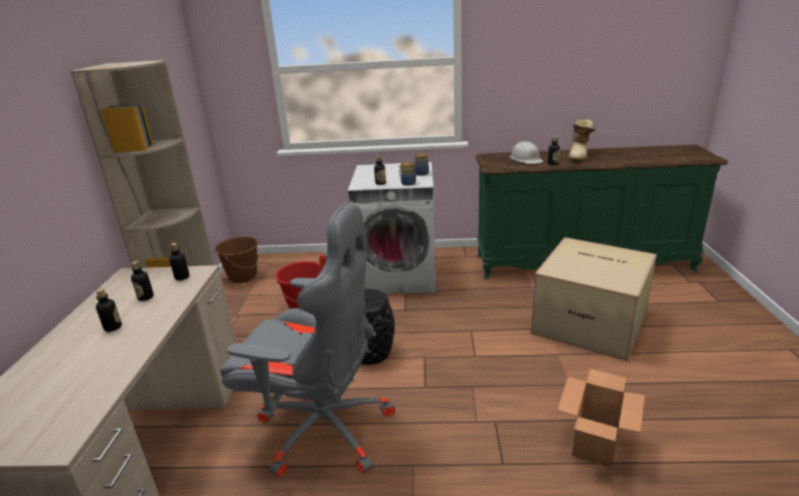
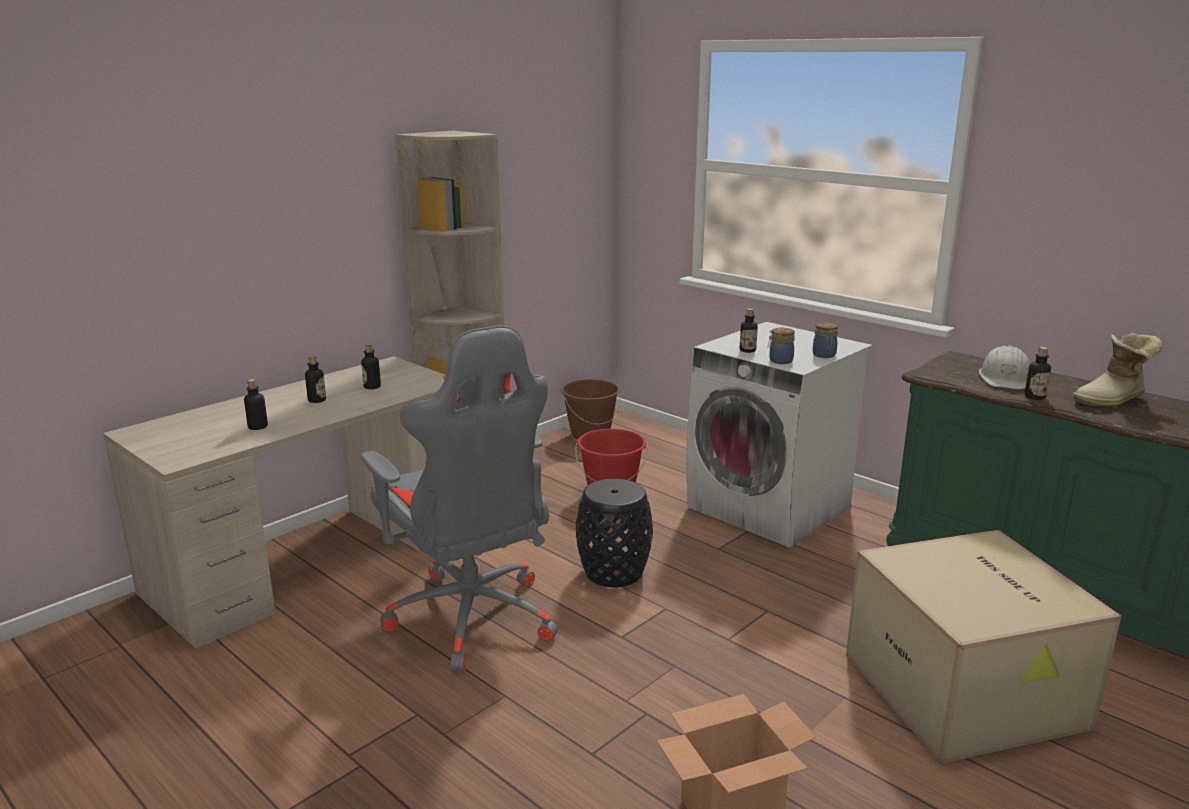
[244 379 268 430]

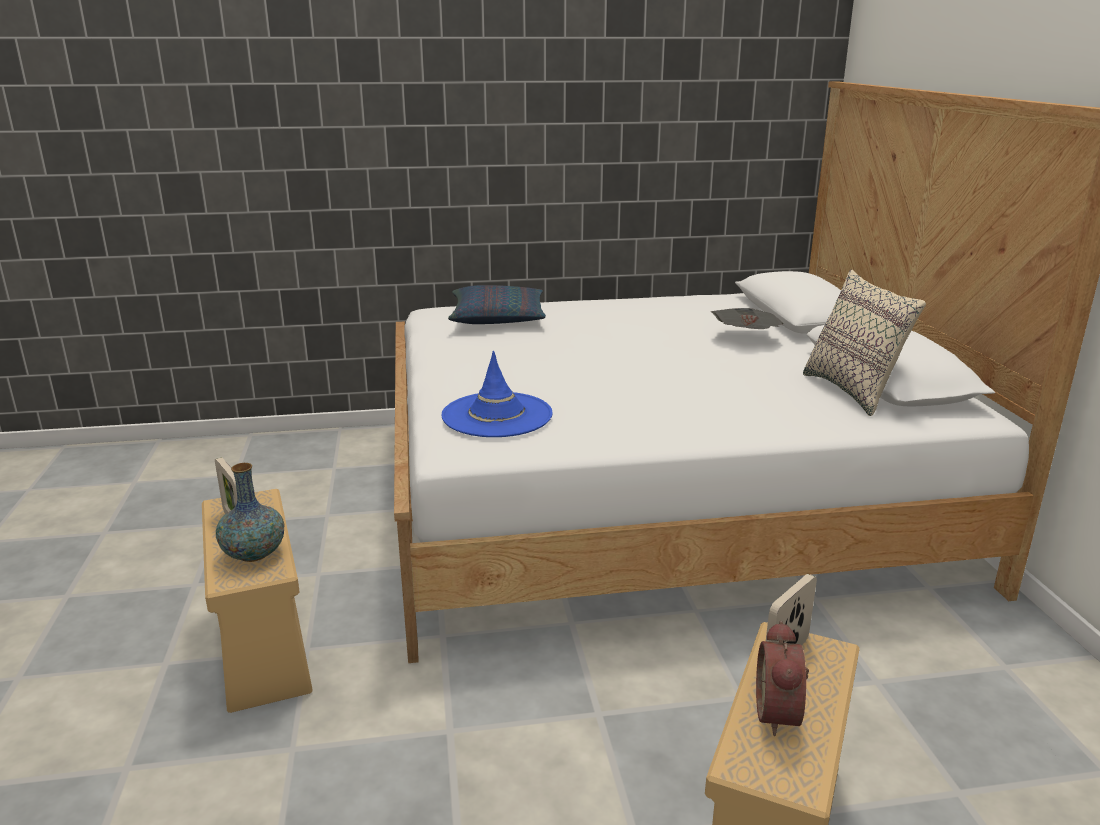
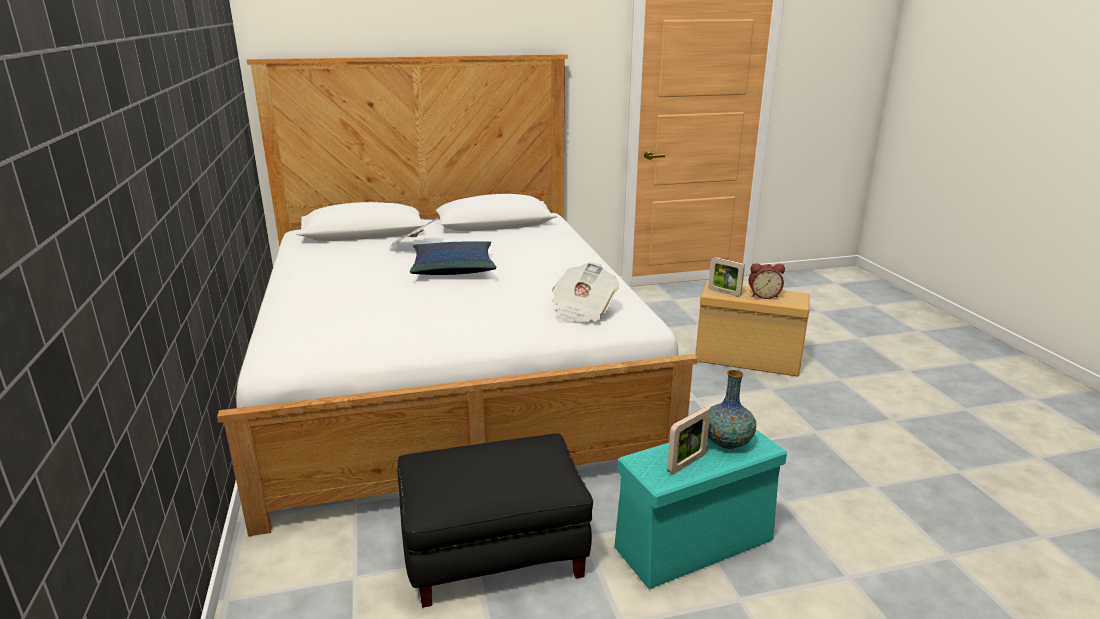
[398 434 593 608]
[410 241 496 275]
[552 263 619 323]
[614 429 787 589]
[803 270 926 416] (first image)

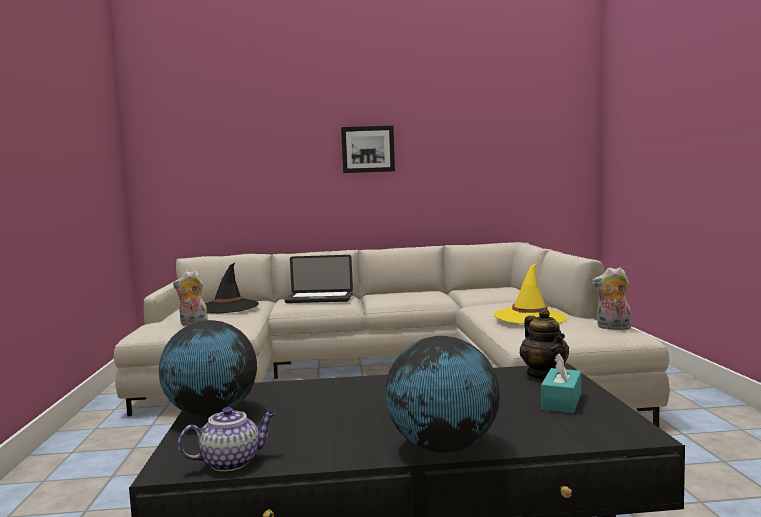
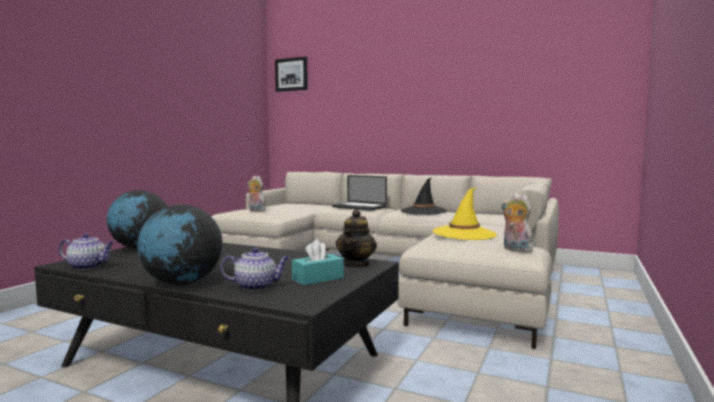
[220 247 290 291]
[275 57 308 92]
[401 178 447 215]

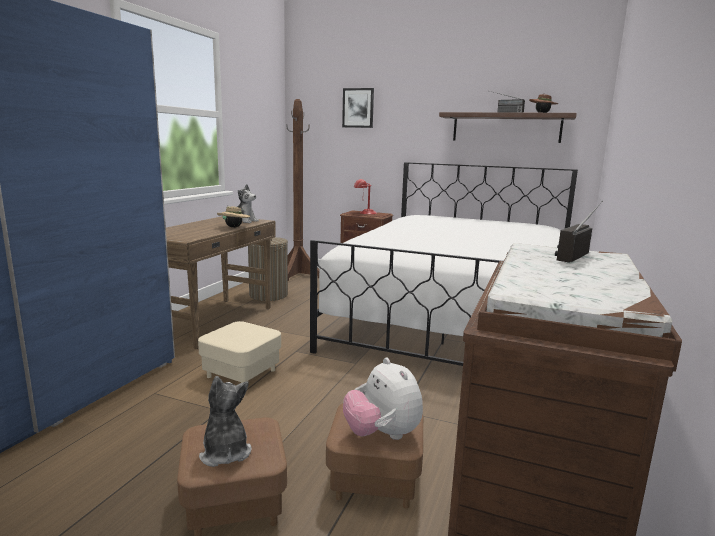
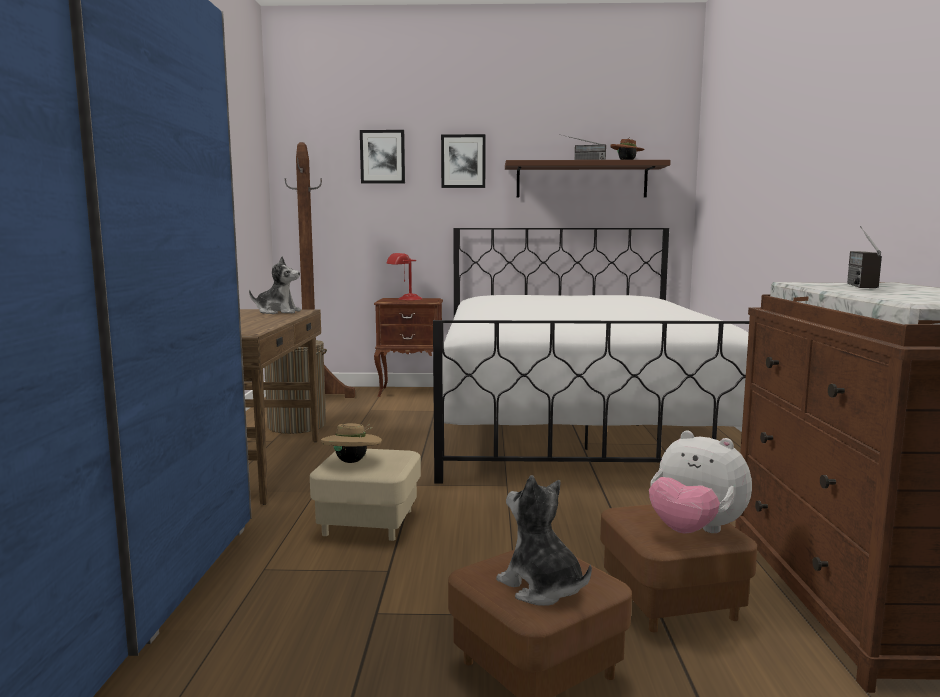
[321 423 382 463]
[441 134 486 188]

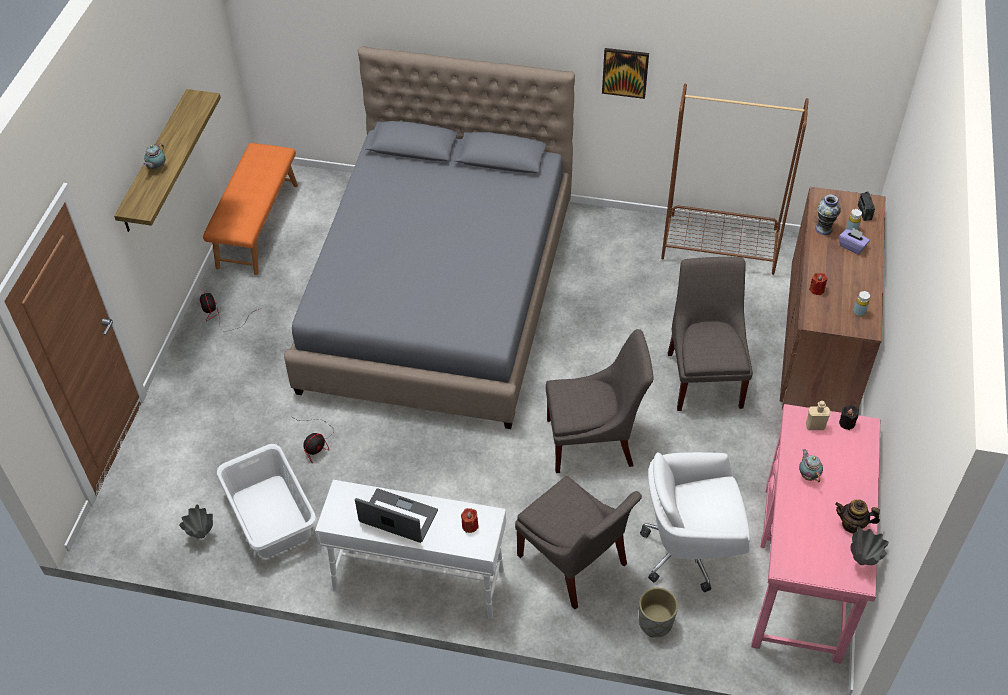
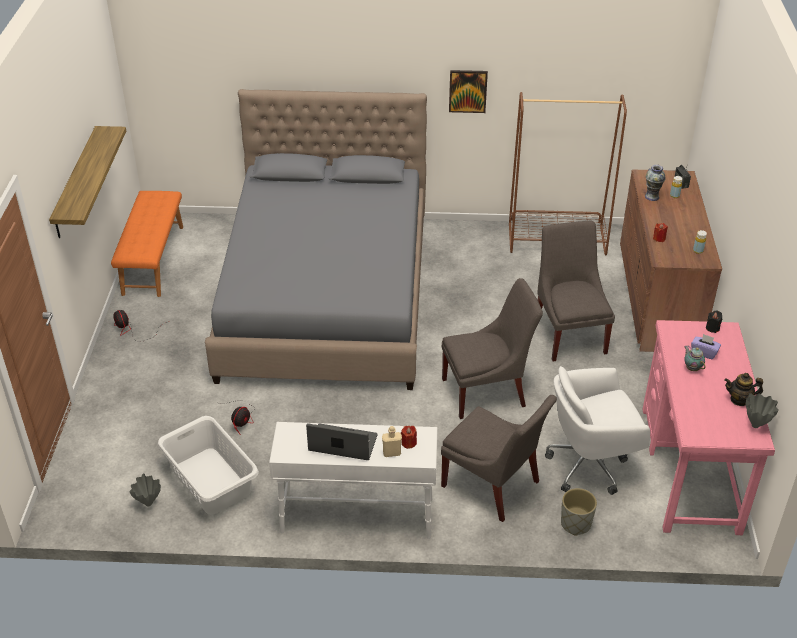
[382 426 402 457]
[691 334 721 360]
[143 143 166 170] (first image)

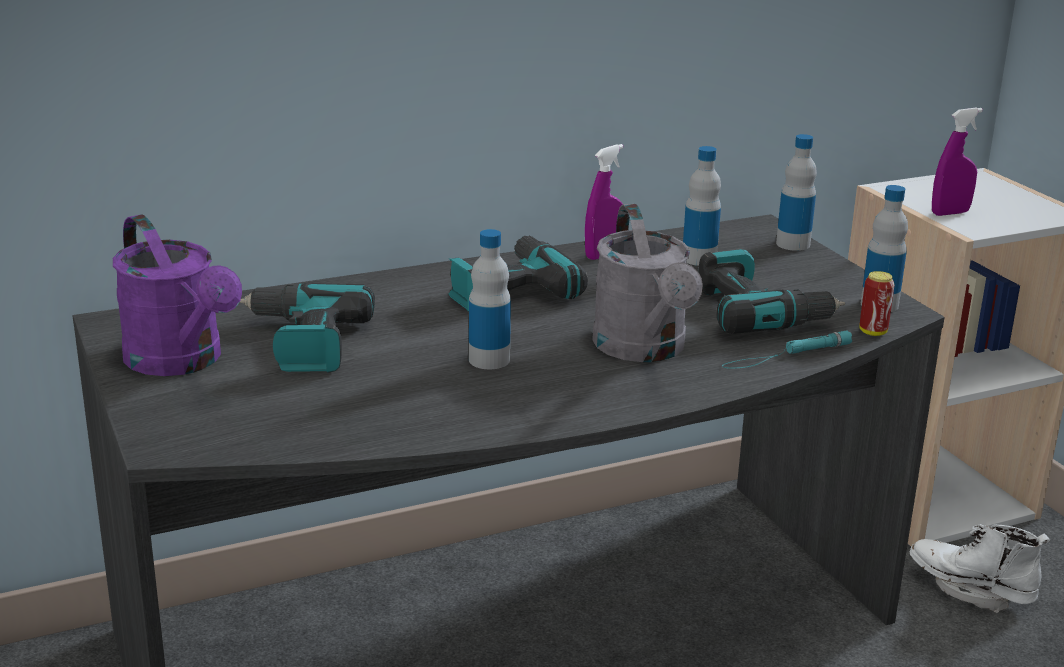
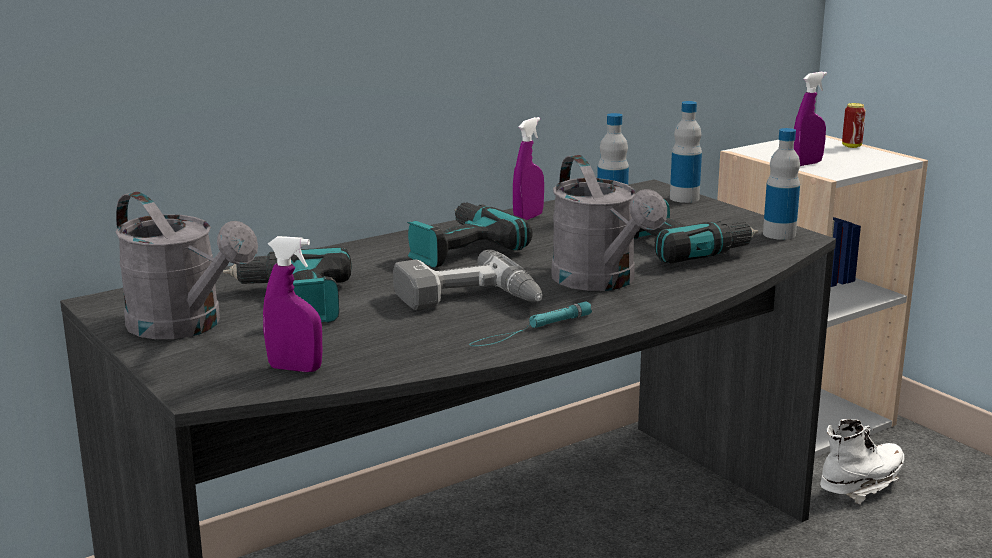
[115 192 258 339]
[263 236 322 372]
[393 250 542 310]
[469 301 592 346]
[820 419 905 505]
[842 103 866 148]

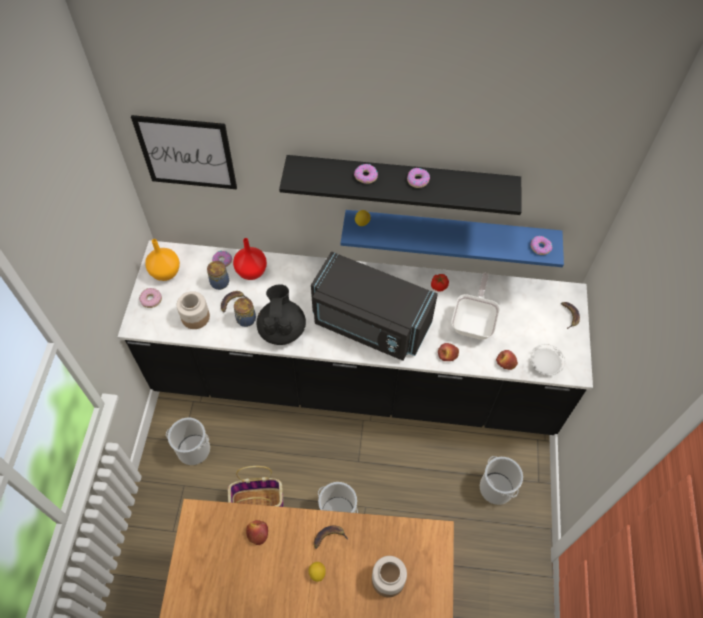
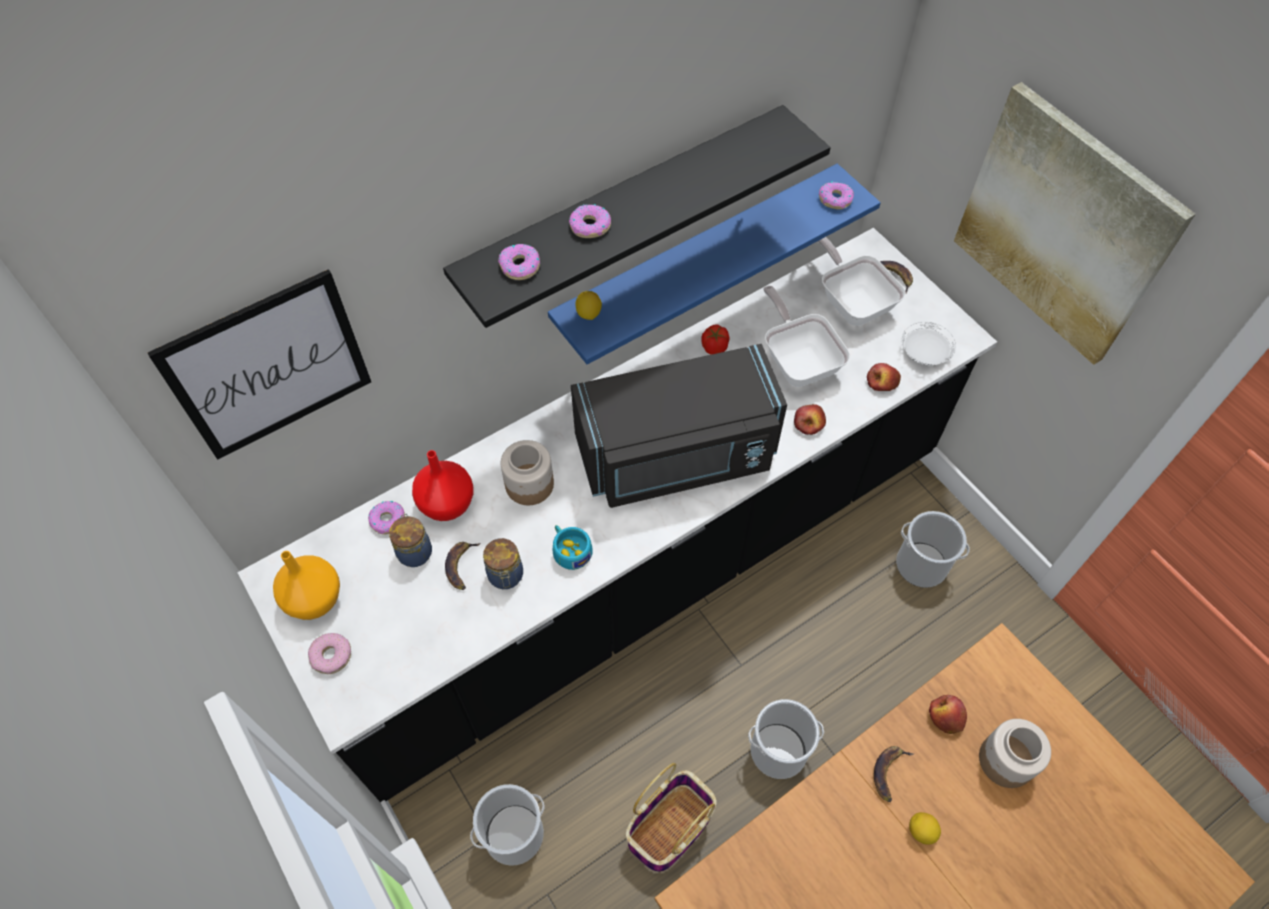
[498 244 540 280]
[501 440 554 505]
[553 525 593 570]
[817 237 906 326]
[929 695 967 734]
[954 82 1196 365]

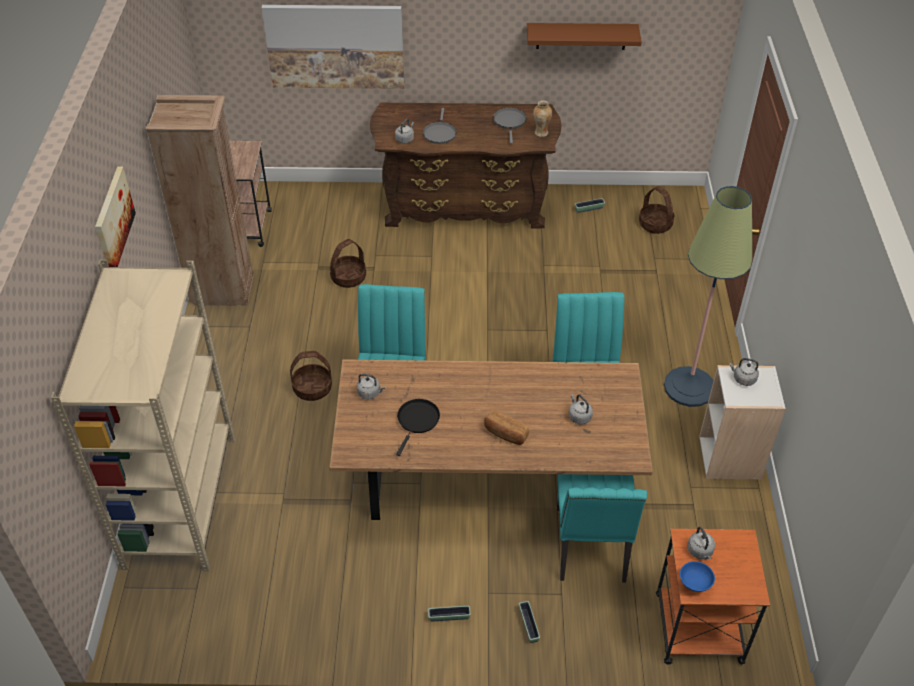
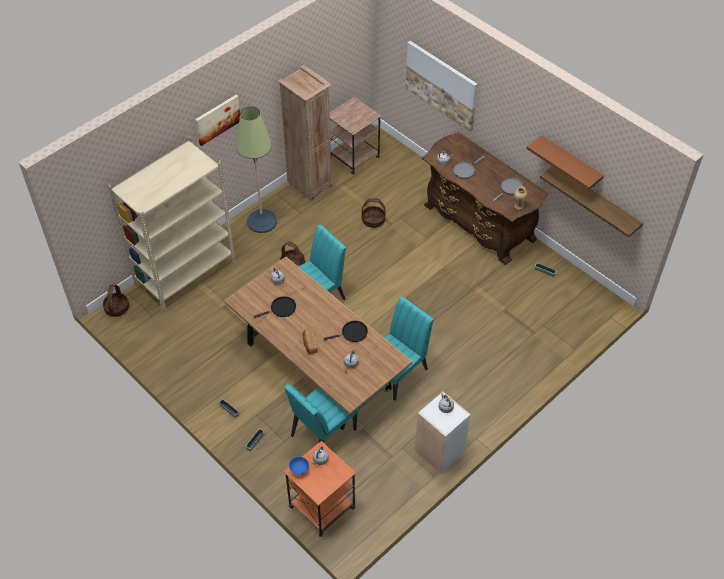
[103 284 129 317]
[236 106 277 233]
[324 321 368 342]
[540 166 643 237]

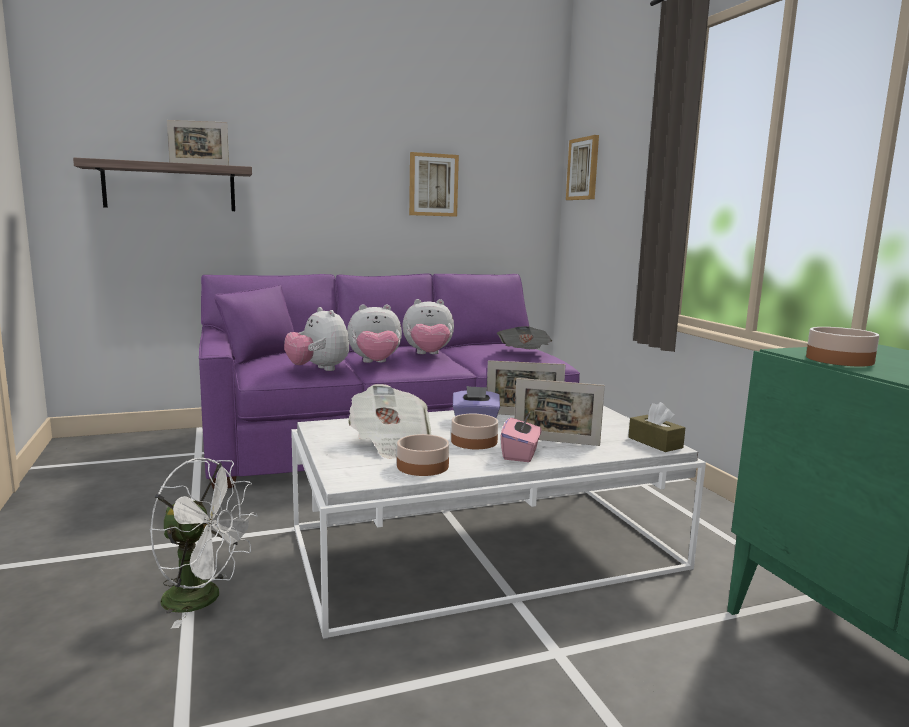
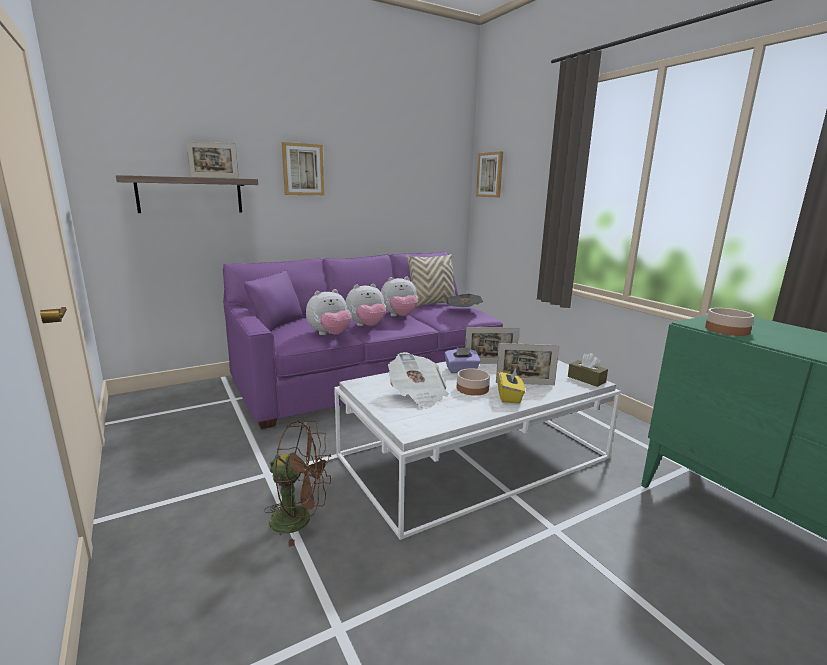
[264 421 331 547]
[282 142 324 195]
[306 289 351 335]
[406 254 455 307]
[498 369 525 403]
[397 434 450 476] (first image)

